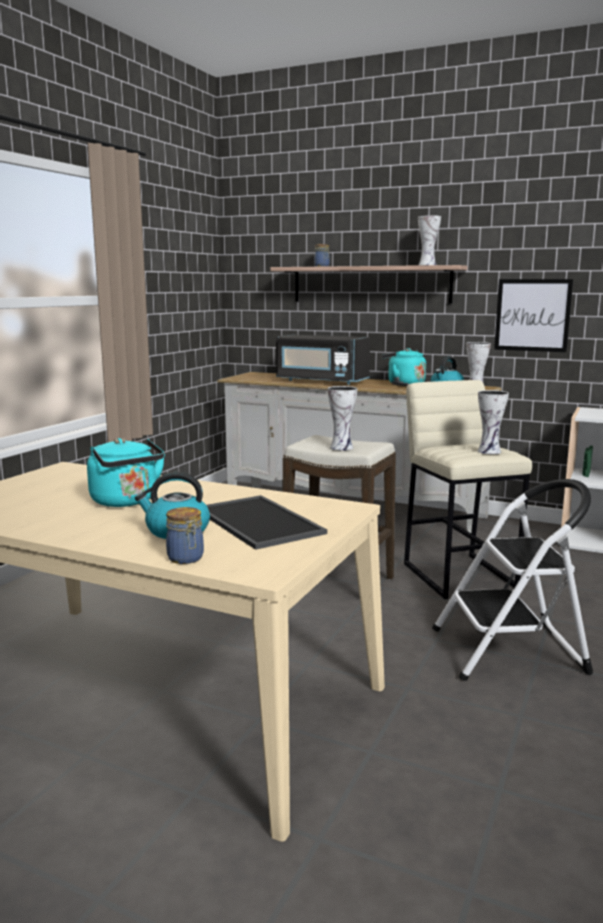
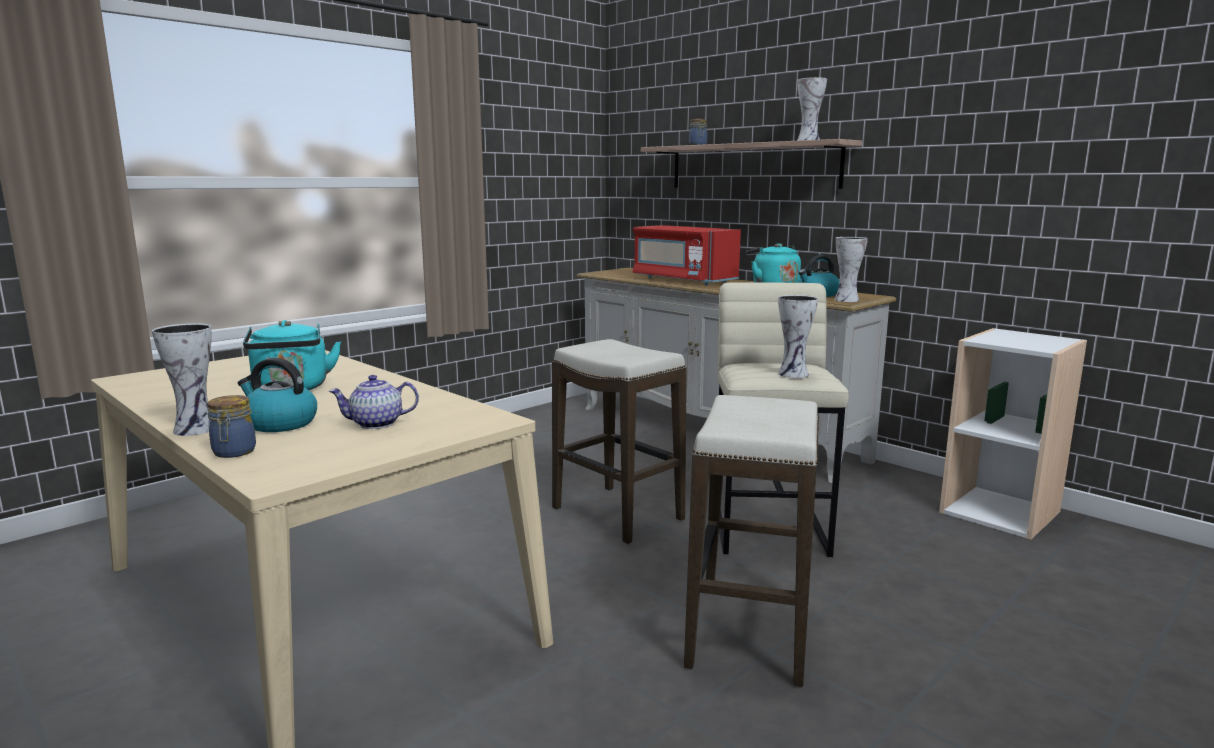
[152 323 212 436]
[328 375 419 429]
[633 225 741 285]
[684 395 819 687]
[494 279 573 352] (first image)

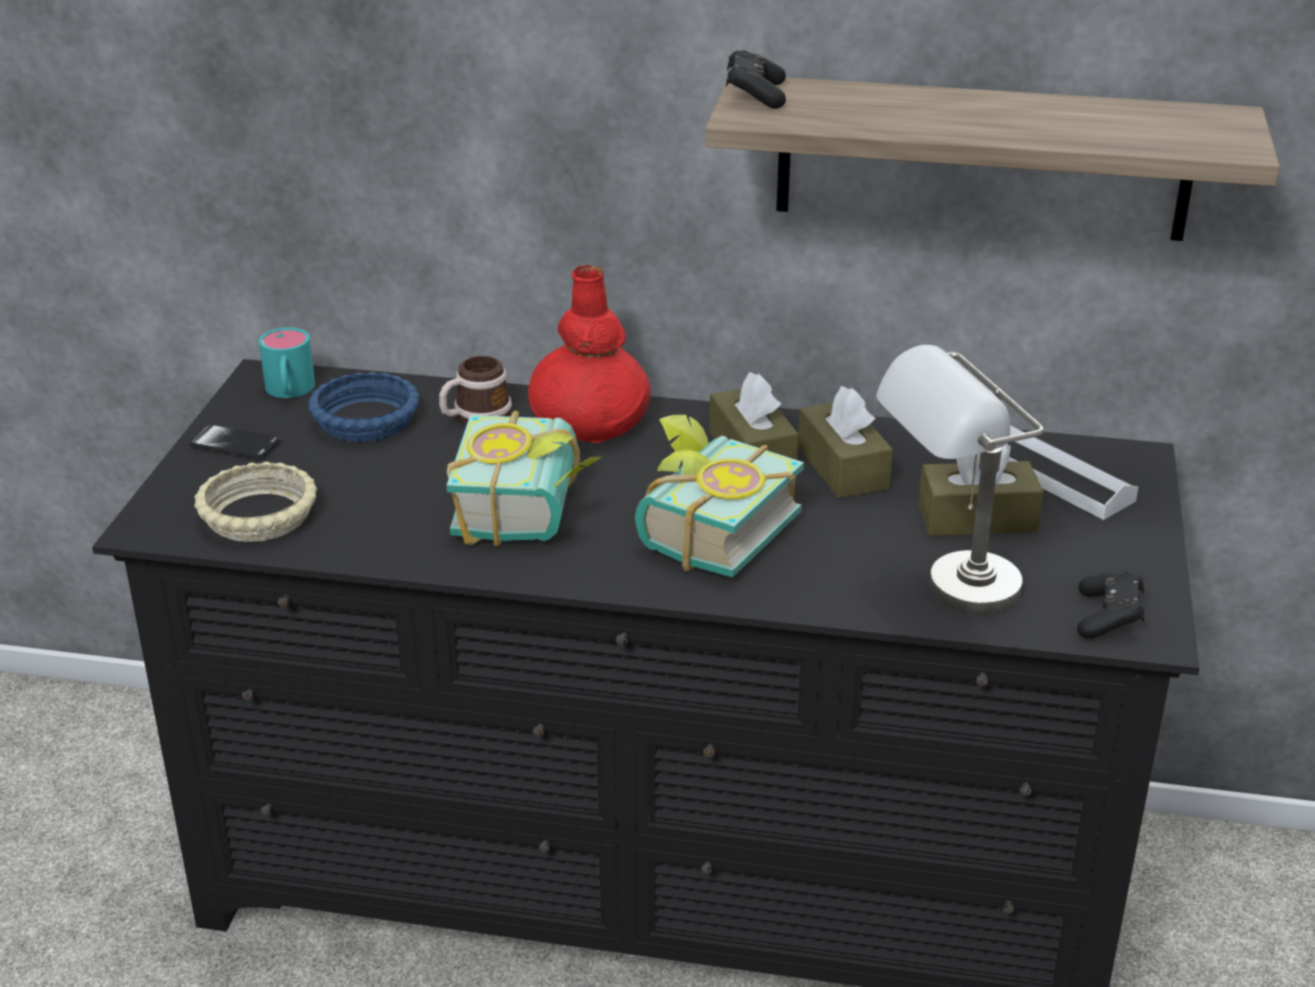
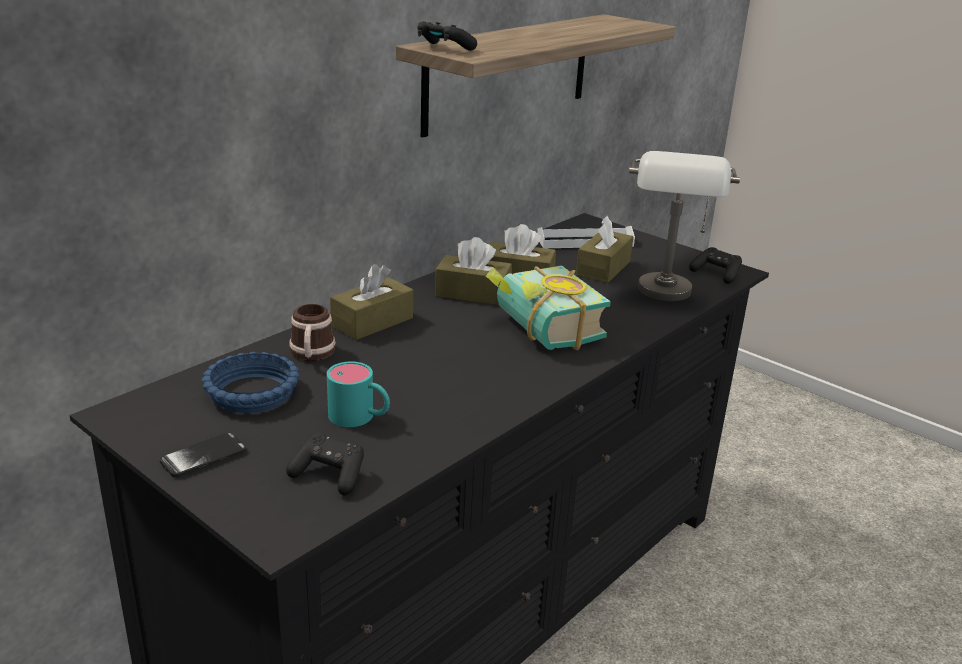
[286 433 364 495]
[327 362 390 427]
[330 264 413 340]
[447 411 602 546] (first image)

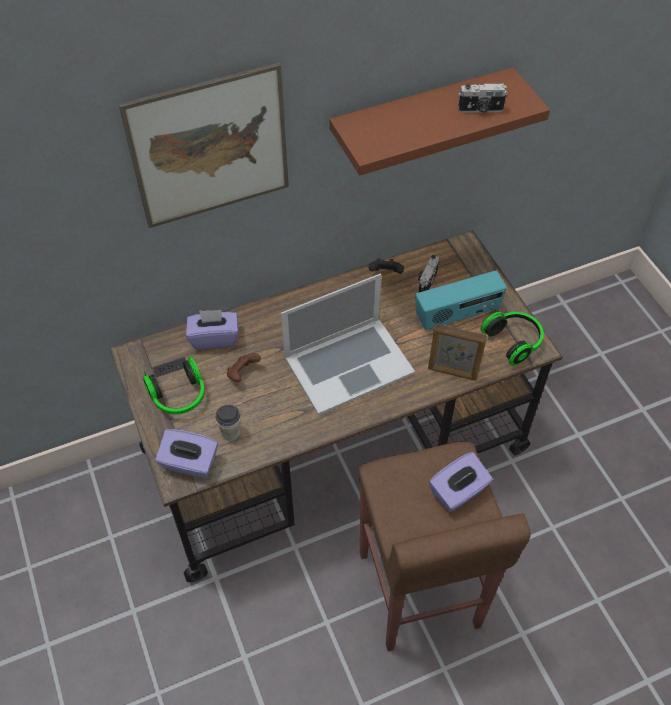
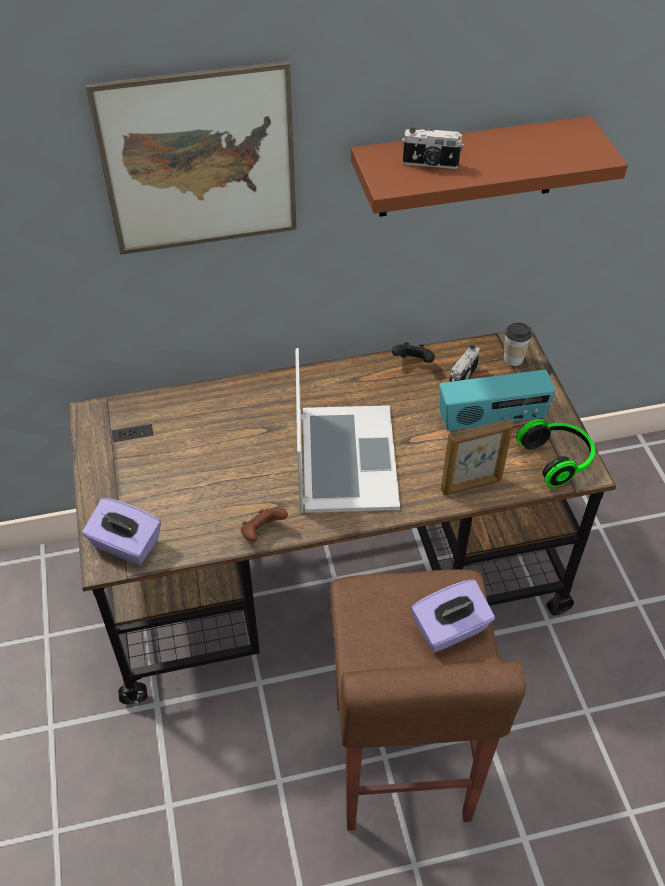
[241 507 288 542]
[295 348 400 513]
[402 128 464 169]
[441 419 513 495]
[504 322 532 366]
[143 357 205 414] (first image)
[186 310 238 350] (first image)

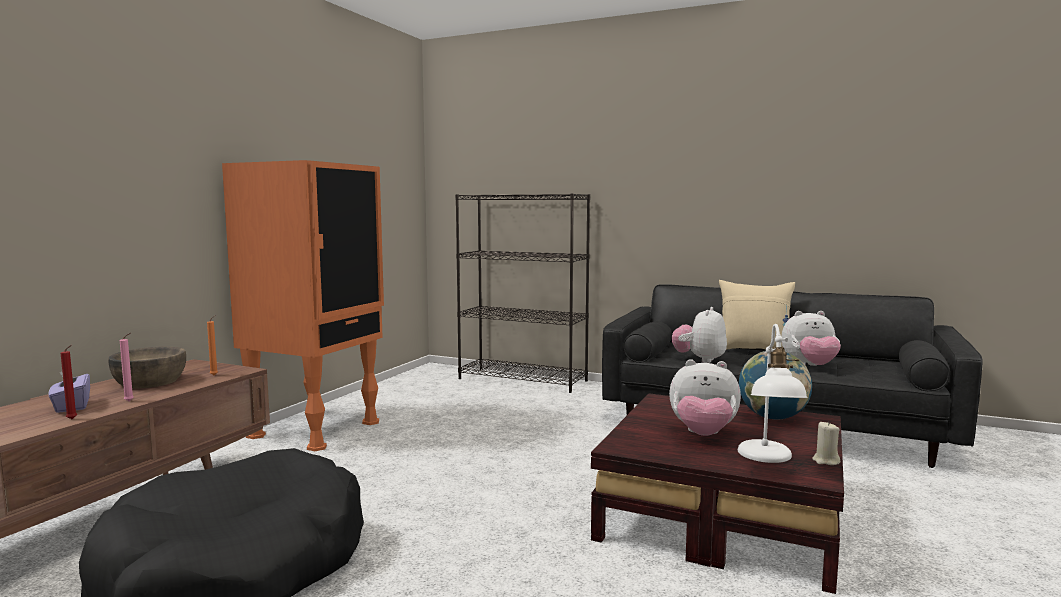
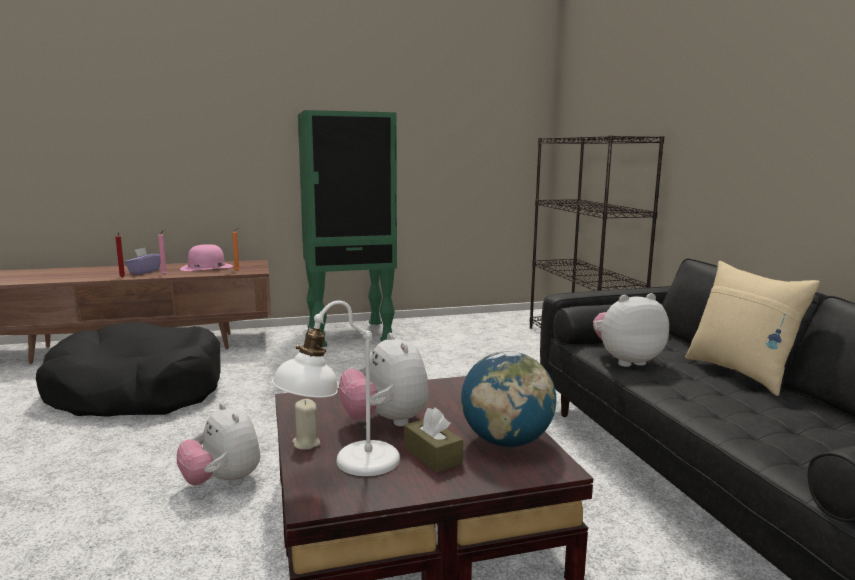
[177 403 260 485]
[180 244 233 271]
[292 399 320 450]
[298 110 397 347]
[404 407 463 473]

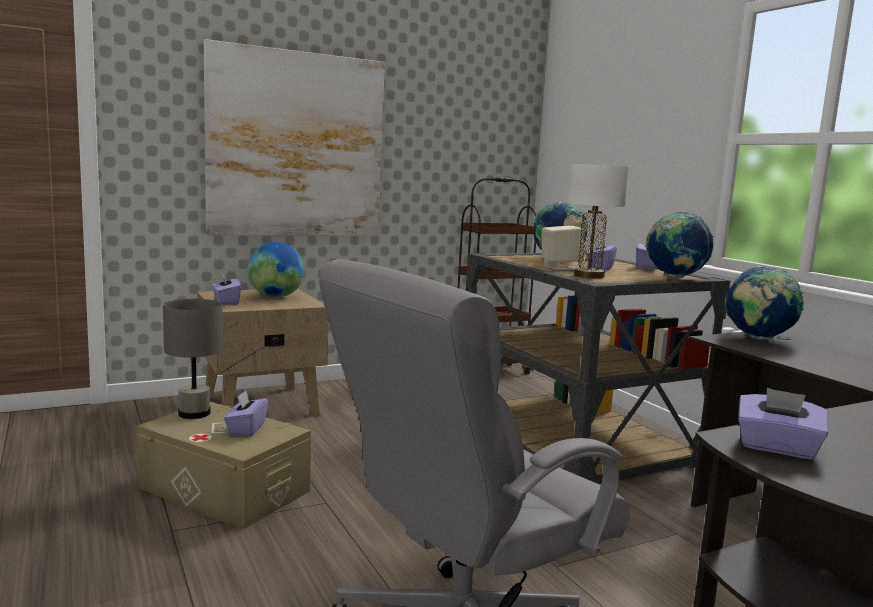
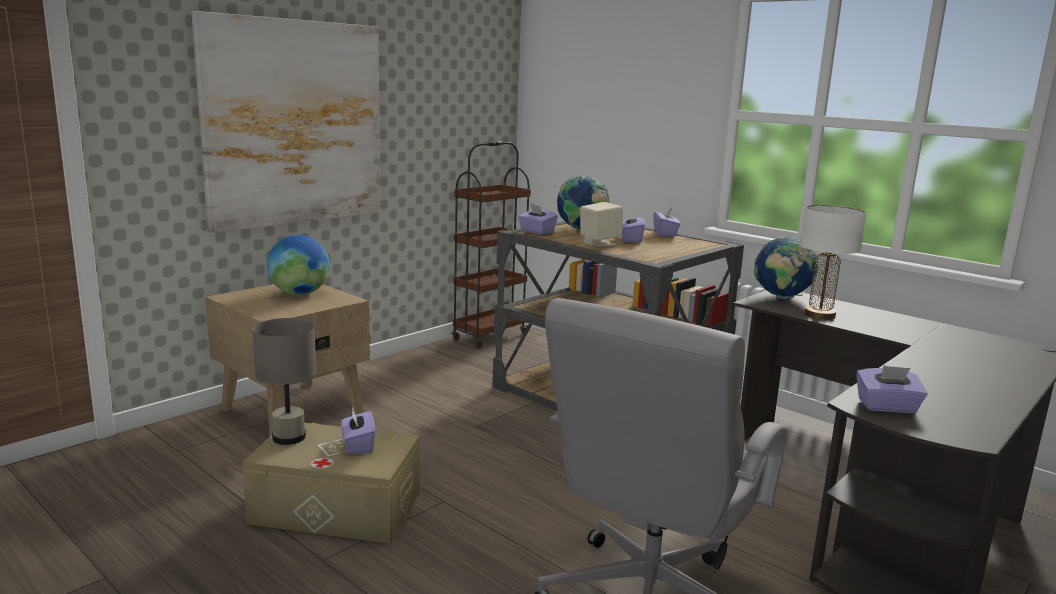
[518 204 558 235]
[800 205 866 320]
[646 212 714 278] (first image)

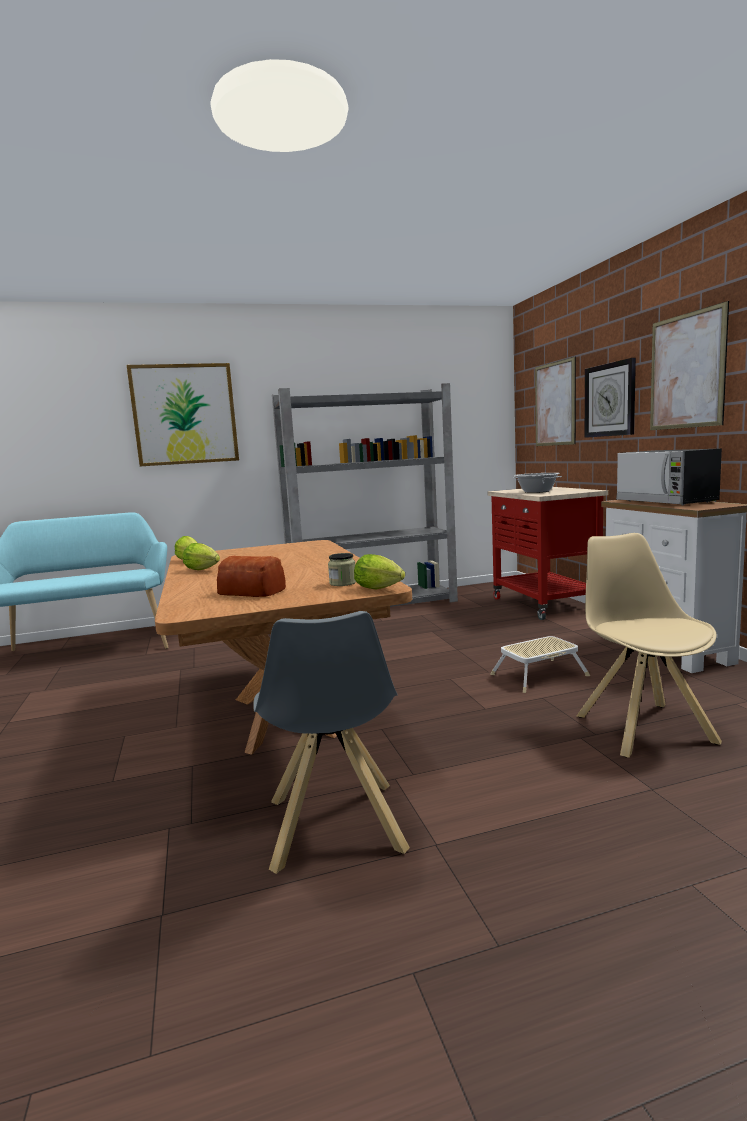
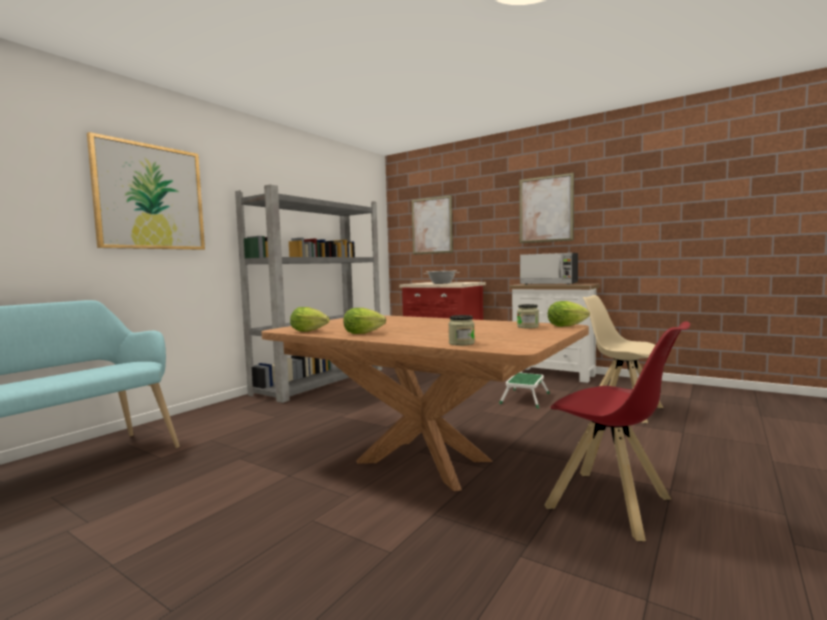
[448 315 475 346]
[499 373 550 409]
[544 321 691 542]
[217 556 286 597] (first image)
[585 358 636 438] (first image)

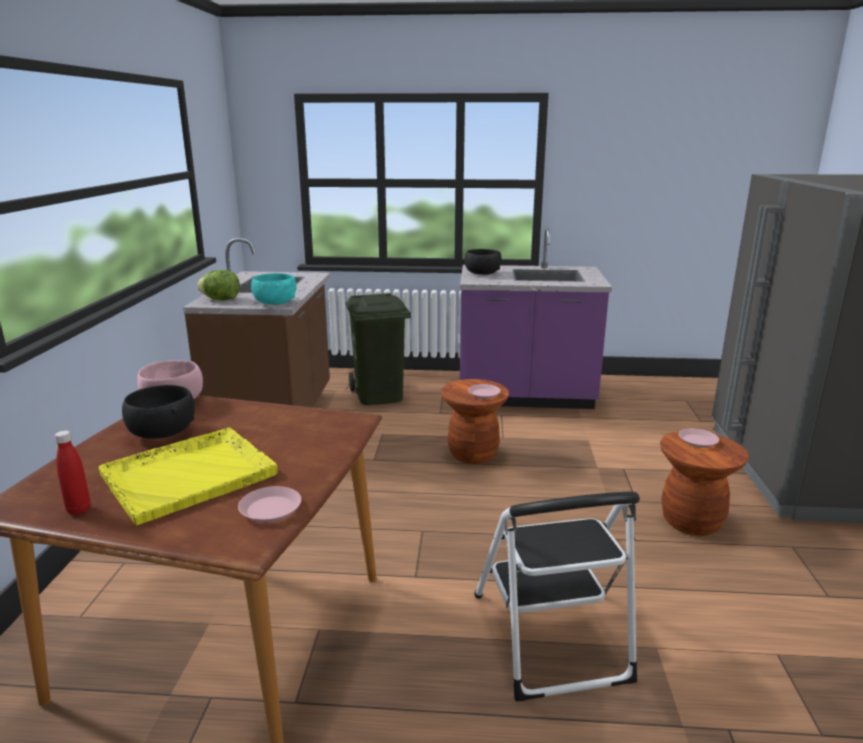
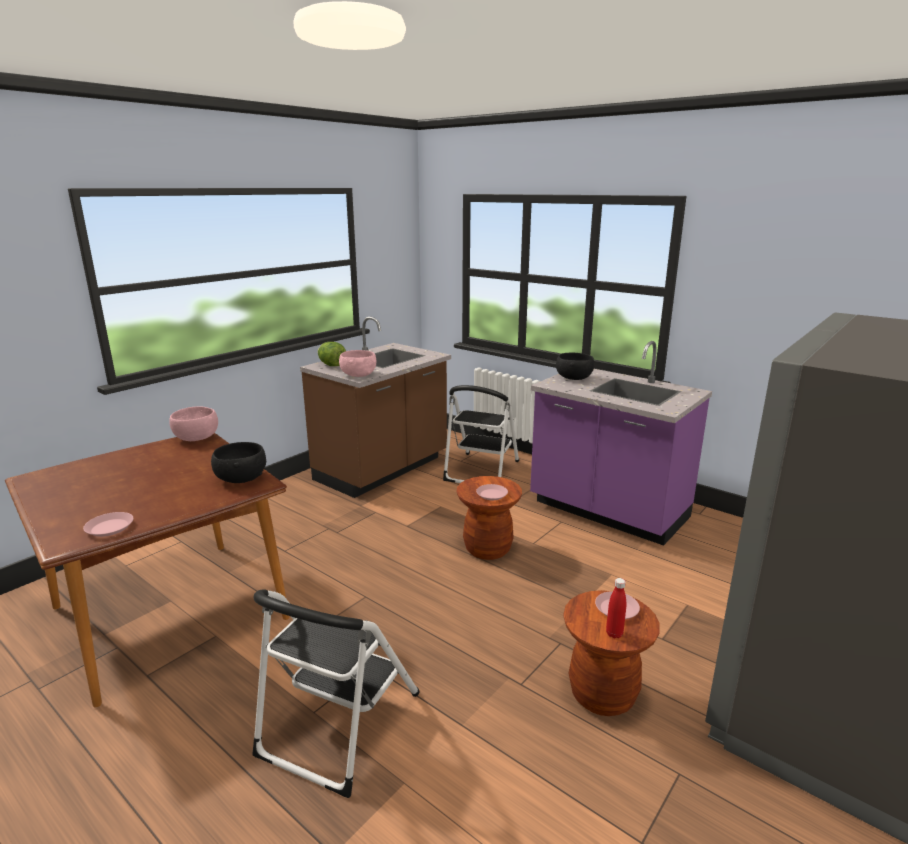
[211 442 266 483]
[339 350 376 377]
[443 385 519 483]
[606 578 626 638]
[99 427 278 525] (first image)

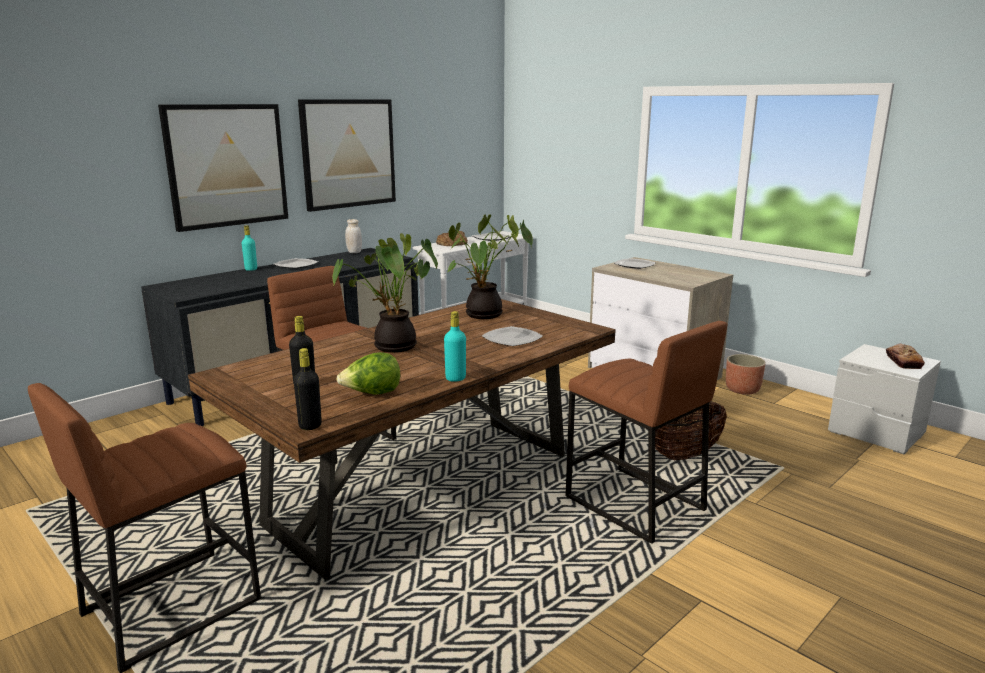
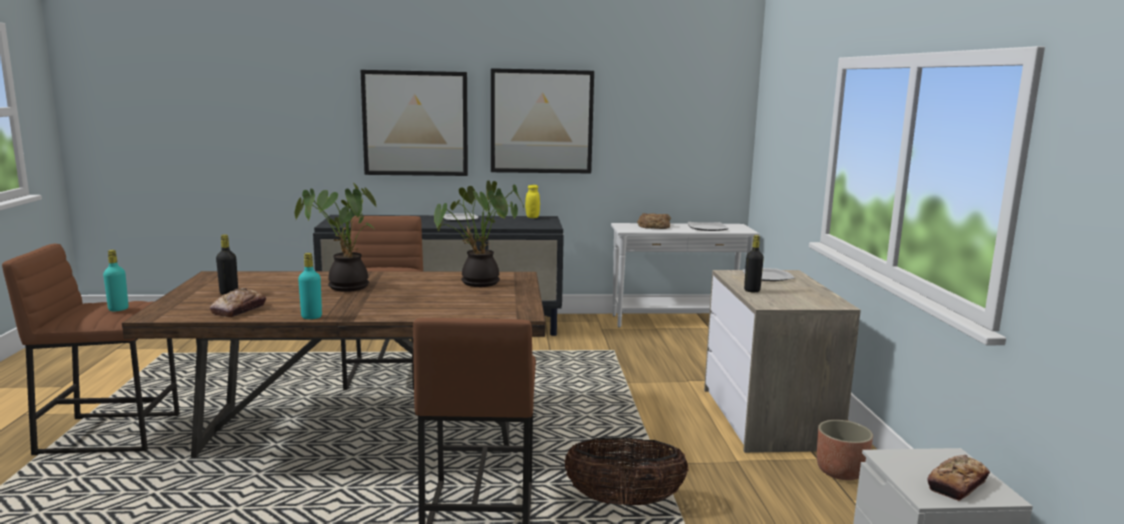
[103 250 128 311]
[210 288 266 317]
[525 185 540 218]
[744 235 764 292]
[482 326 543 346] (first image)

